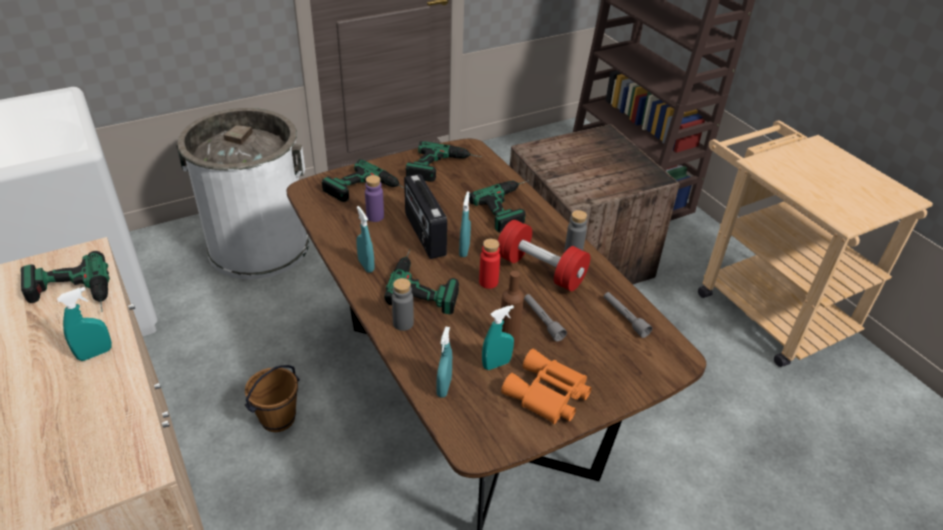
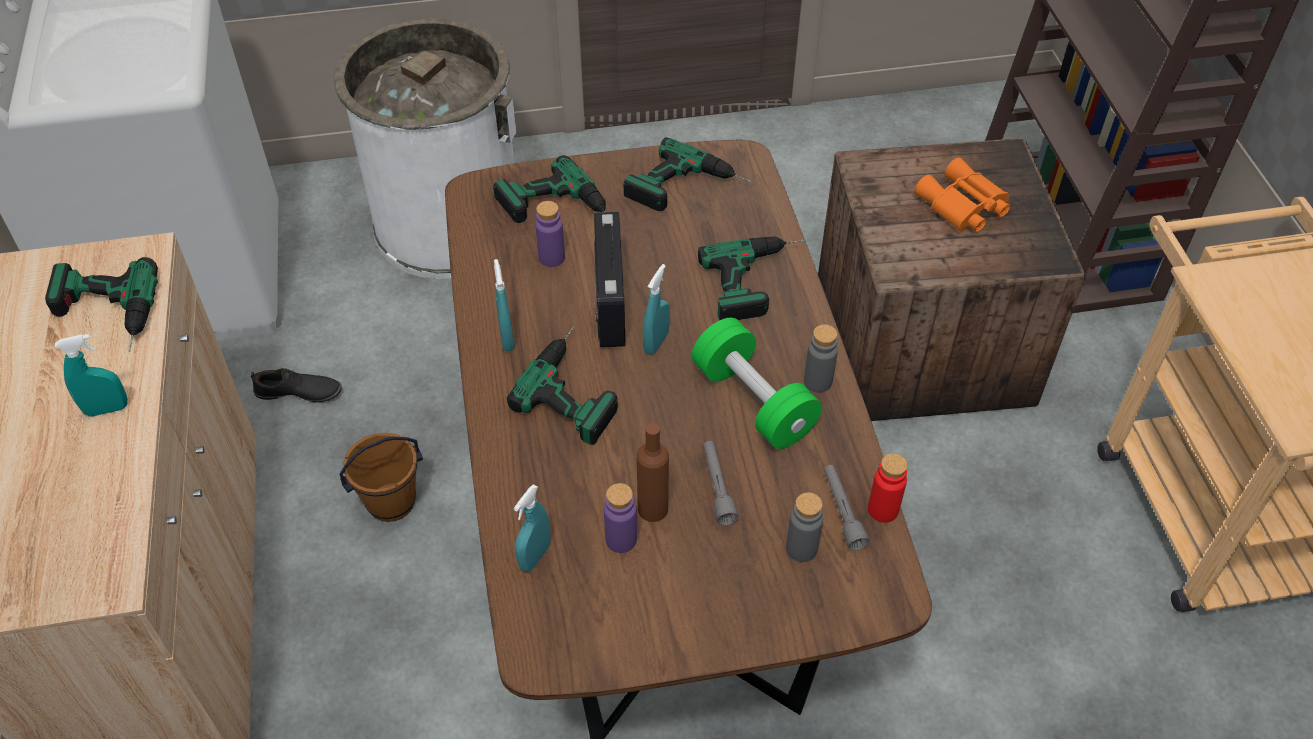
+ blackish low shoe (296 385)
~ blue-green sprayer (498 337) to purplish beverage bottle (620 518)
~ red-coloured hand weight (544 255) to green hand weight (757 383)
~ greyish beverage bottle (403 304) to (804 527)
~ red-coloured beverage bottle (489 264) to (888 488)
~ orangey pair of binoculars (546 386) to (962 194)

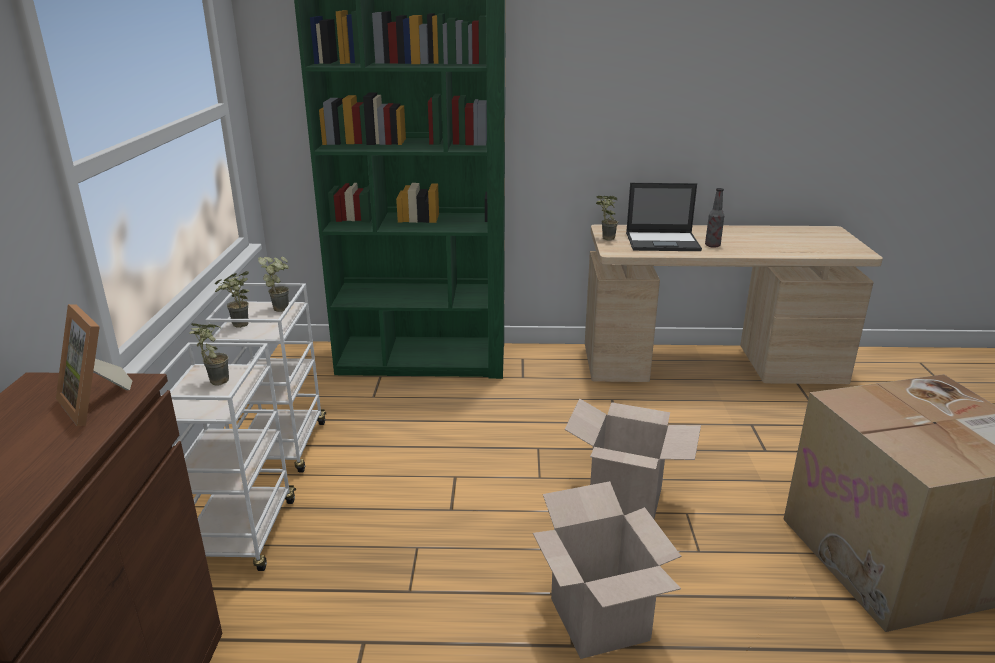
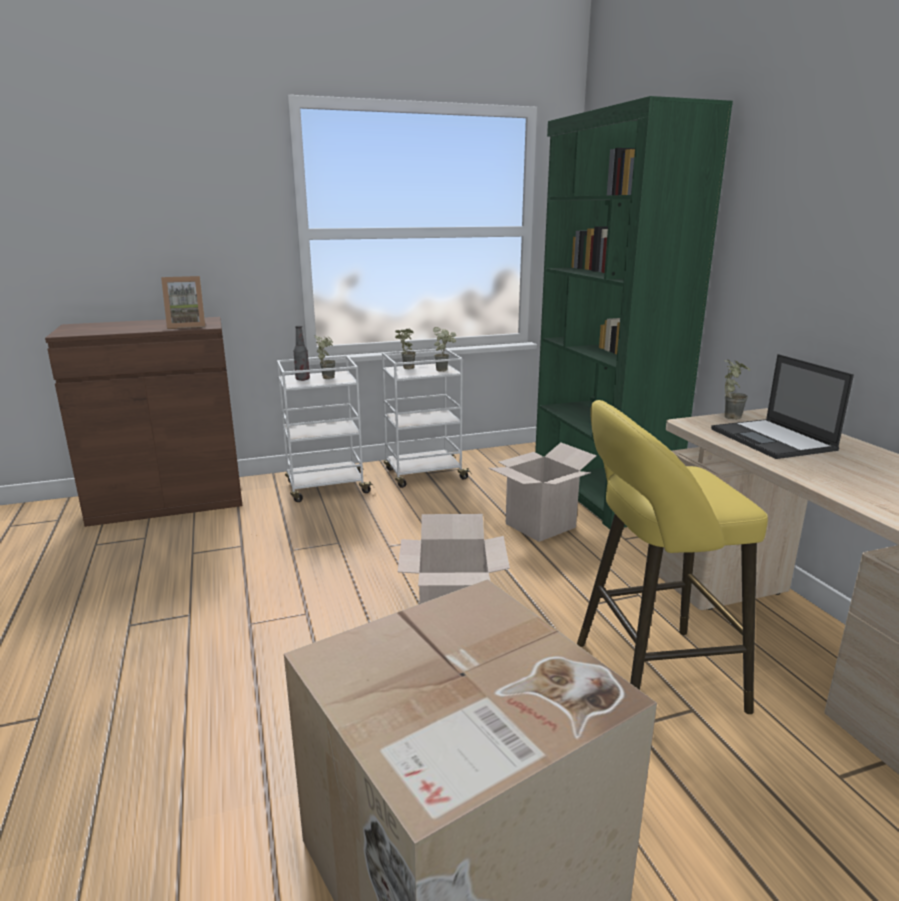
~ picture frame (94 365) = (183 302) 135 degrees counterclockwise
~ beverage bottle (714 218) to (302 353)
~ carton (607 570) to (543 492)
+ yellowish sitting stool (672 557)

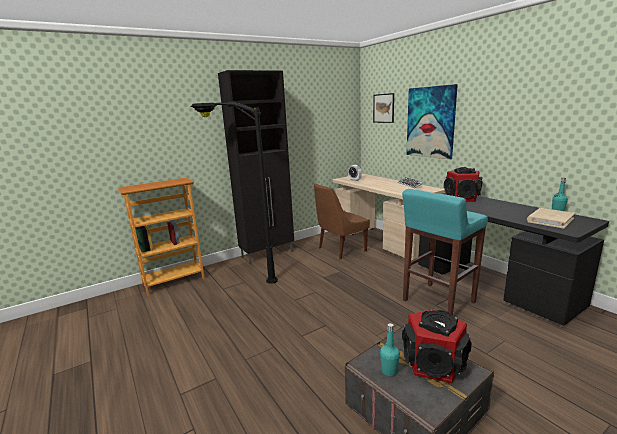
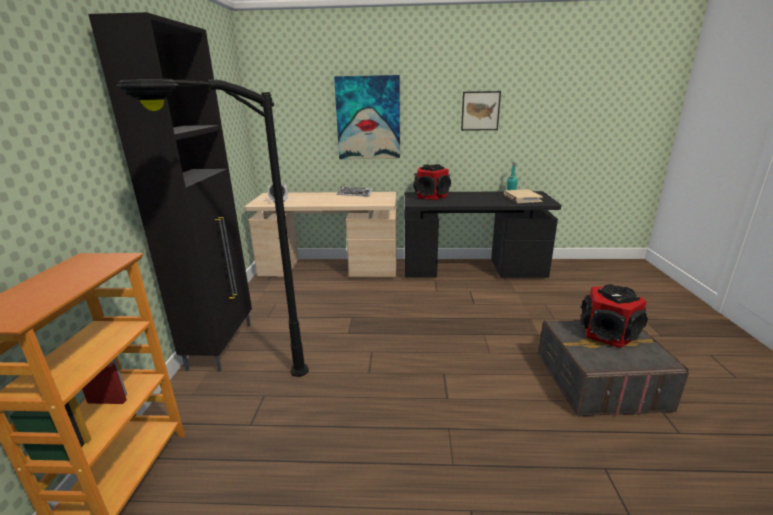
~ picture (383 108) to (481 111)
- brown-coloured upright chair (342 222)
- blue-green beverage bottle (390 349)
- blue-green sitting stool (445 252)

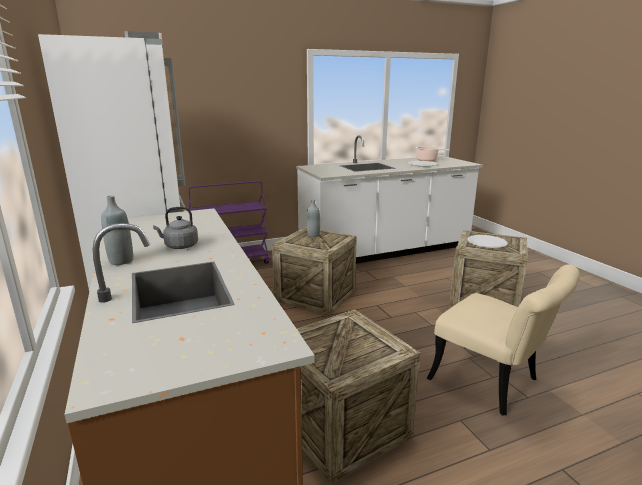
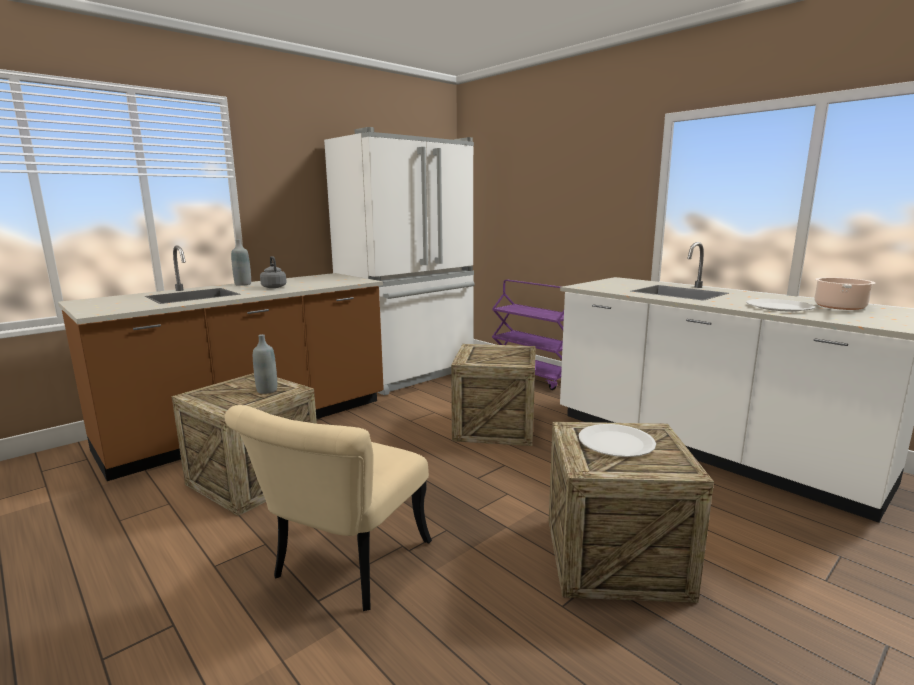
~ greyish beverage bottle (313 218) to (265 364)

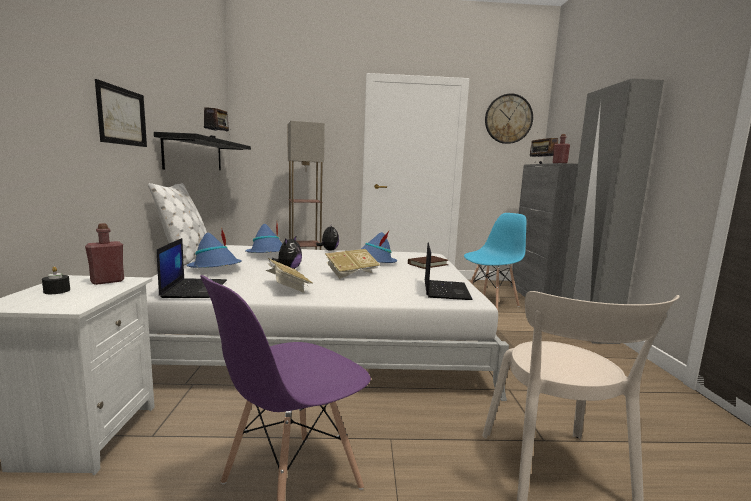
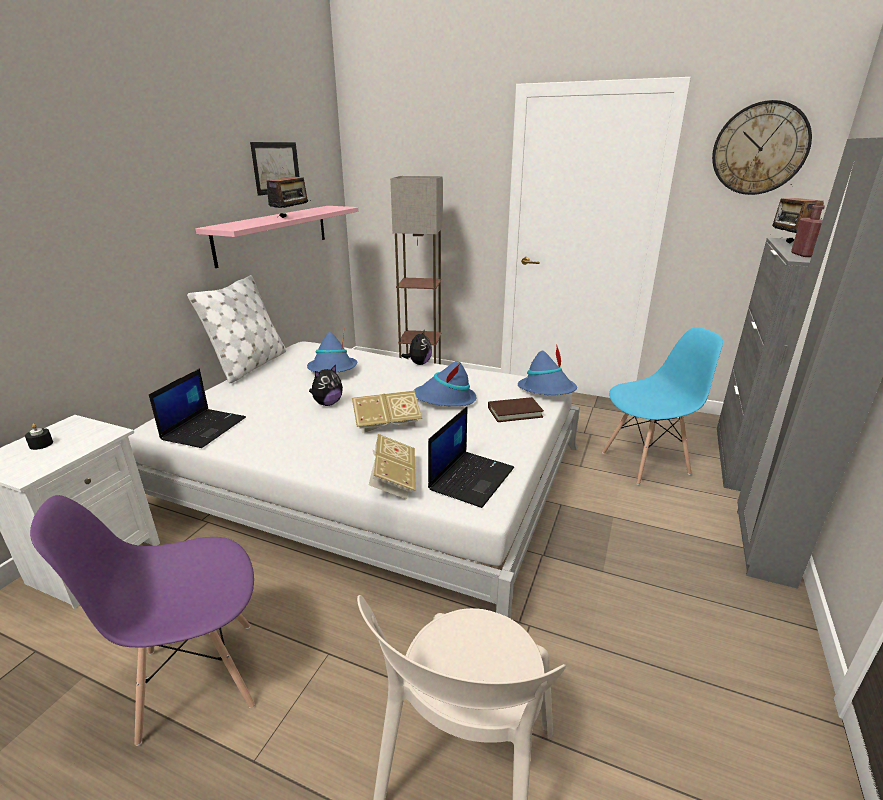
~ blackish bracket shelf (202 151) to pinkish bracket shelf (277 237)
~ picture (121 113) to (274 169)
~ volume (288 275) to (392 466)
~ blue-coloured wearable hat (214 247) to (547 369)
- red-coloured beverage bottle (104 254)

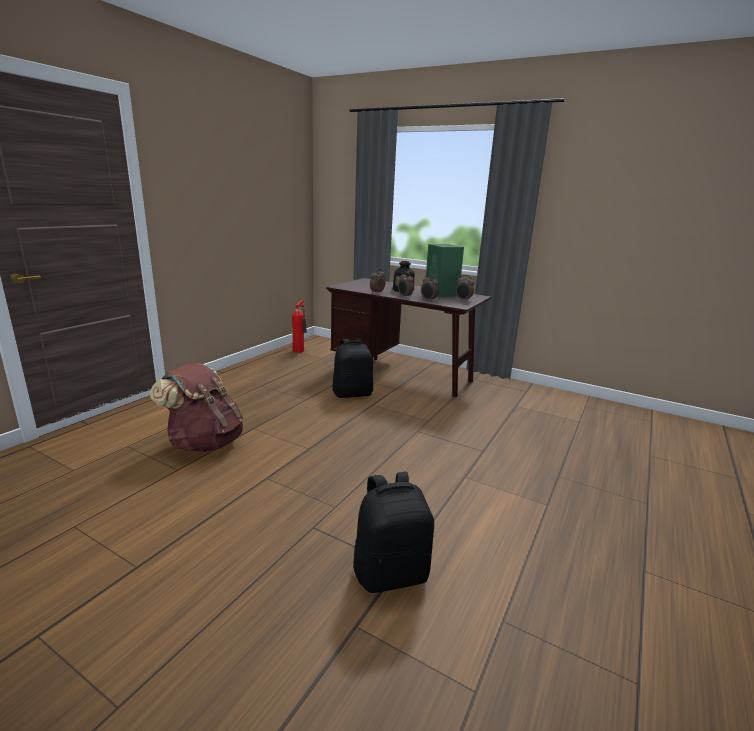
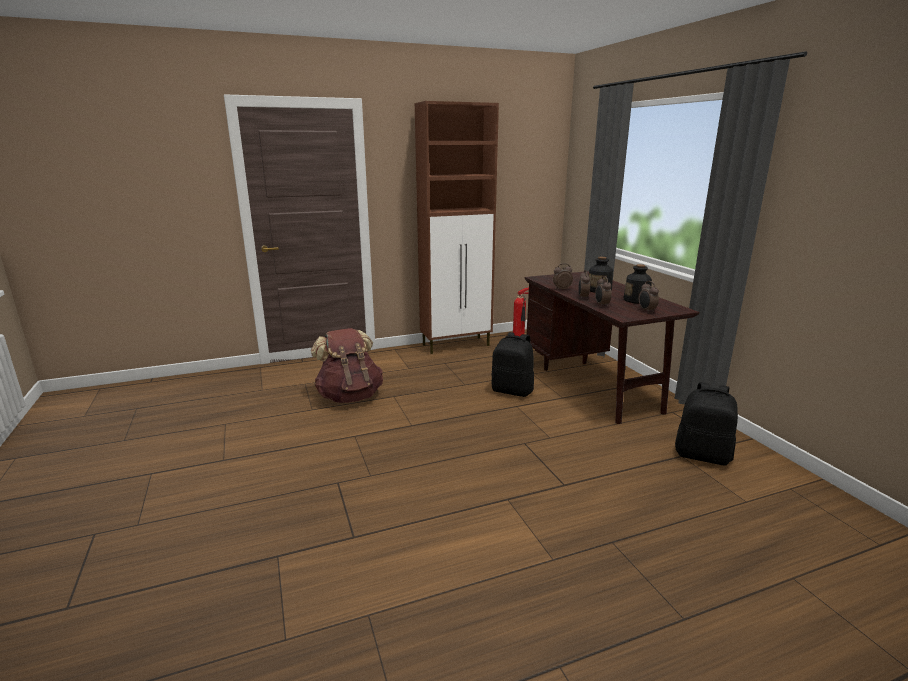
+ brown-coloured cupboard (457 227)
~ green loudspeaker (445 270) to beverage bottle (637 284)
~ blackish rucksack (393 532) to (706 424)

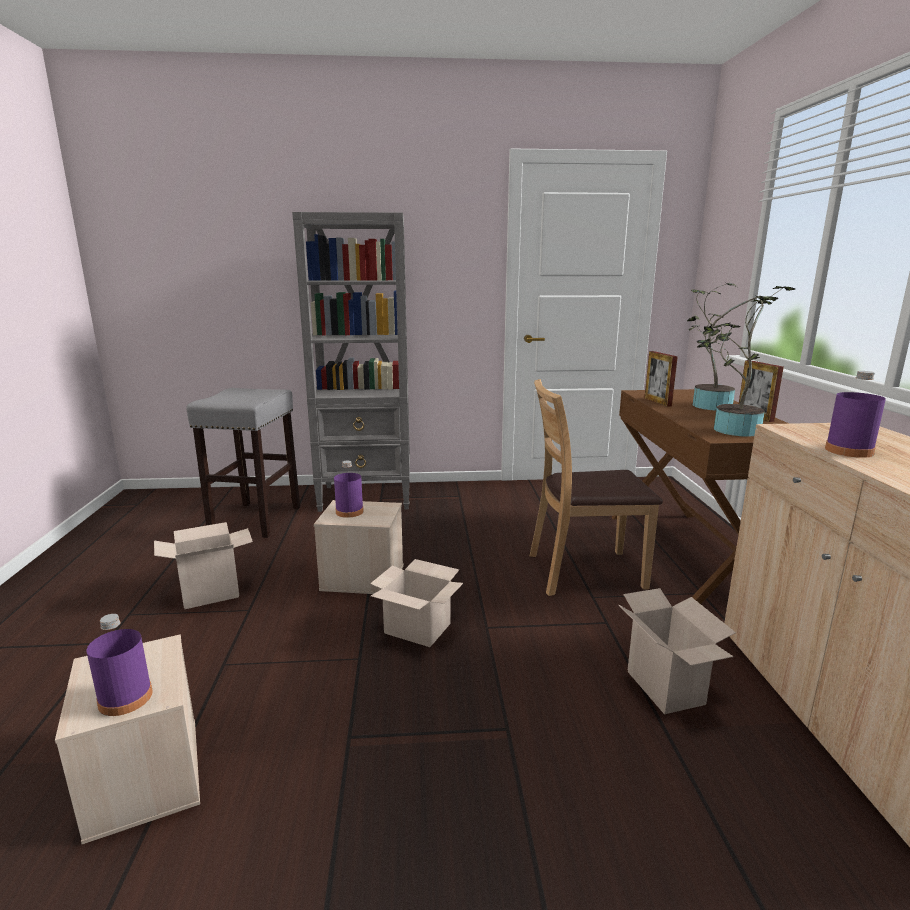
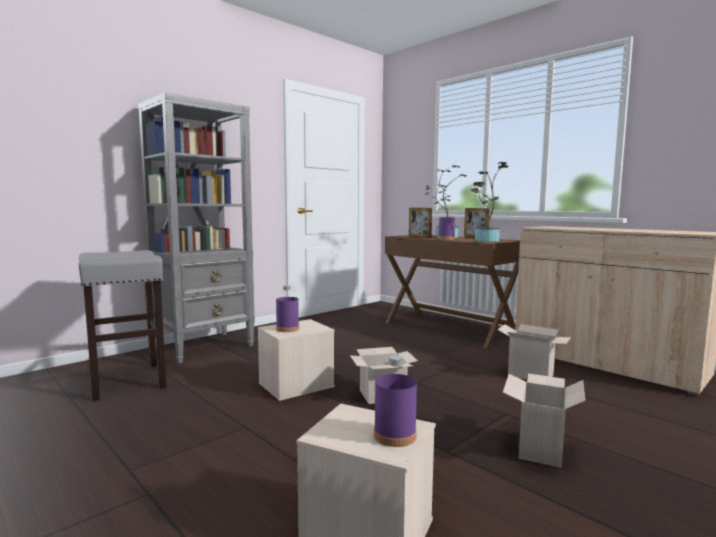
~ purplish beverage bottle (855 414) to (446 224)
~ carton (203 565) to (544 420)
- brown-coloured upright chair (596 487)

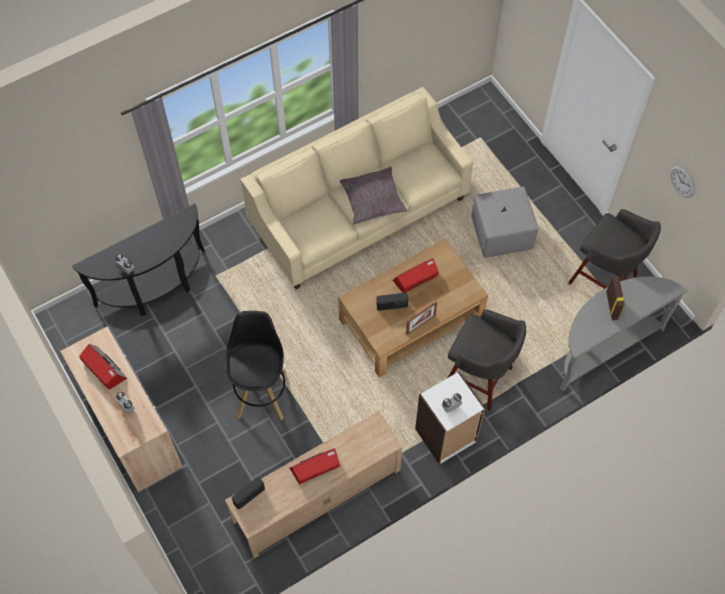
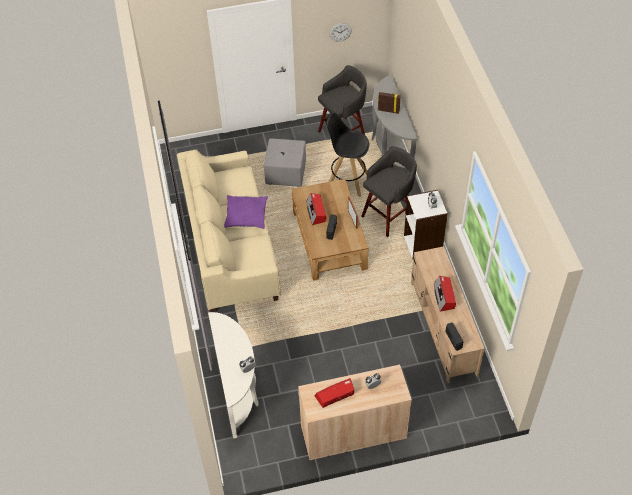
~ blackish narrow table (138 259) to white narrow table (233 375)
~ greyish pillow (373 196) to purplish pillow (246 212)
~ blackish sitting stool (256 365) to (347 154)

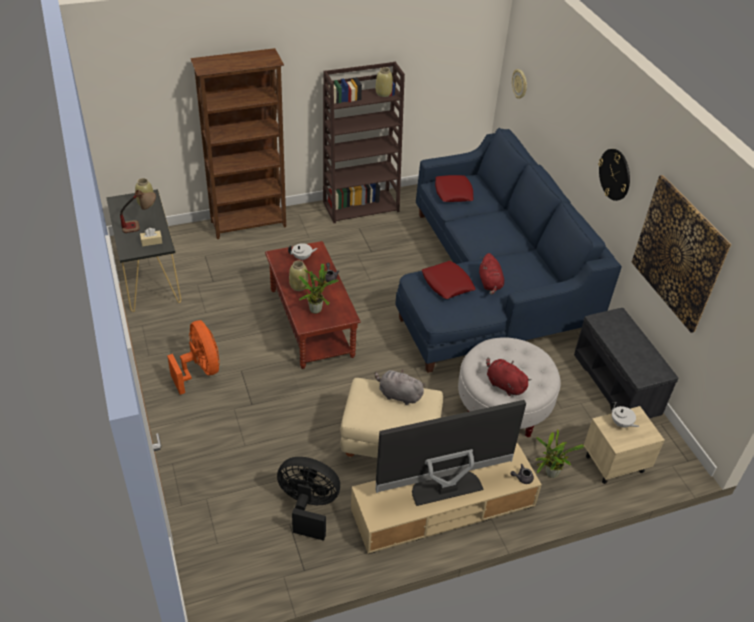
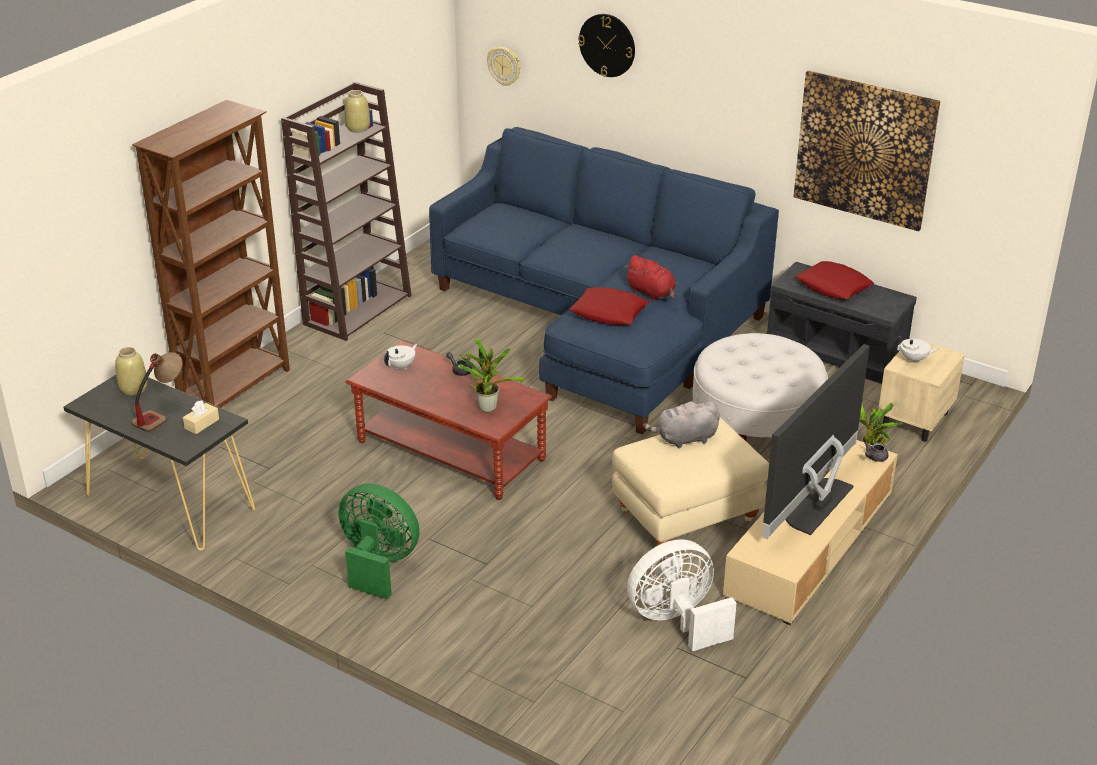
~ orangey fan (193 357) to green fan (379 541)
~ clock on the wall (614 175) to (606 45)
~ blackish fan (308 499) to white fan (682 595)
~ red-coloured pillow (454 188) to (835 280)
- beige-coloured flower vase (298 275)
- red-coloured soft toy (509 376)

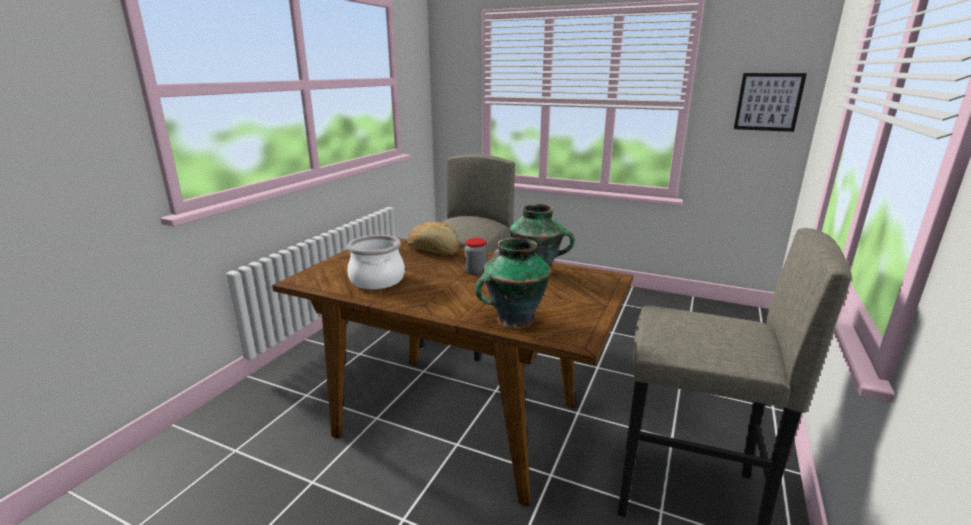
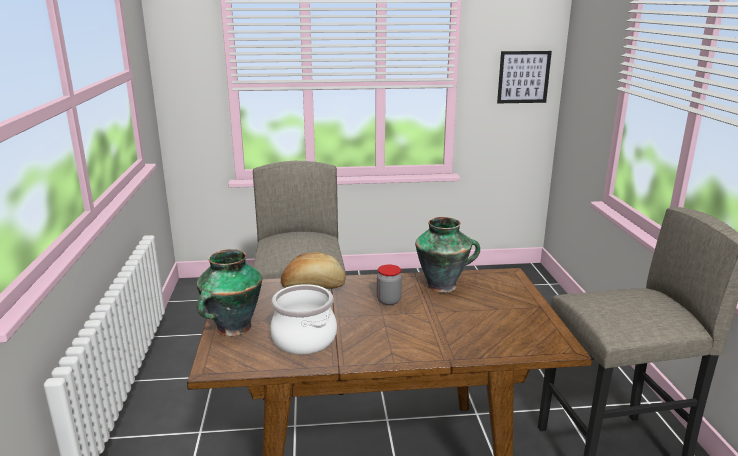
~ flower vase (513 283) to (229 292)

